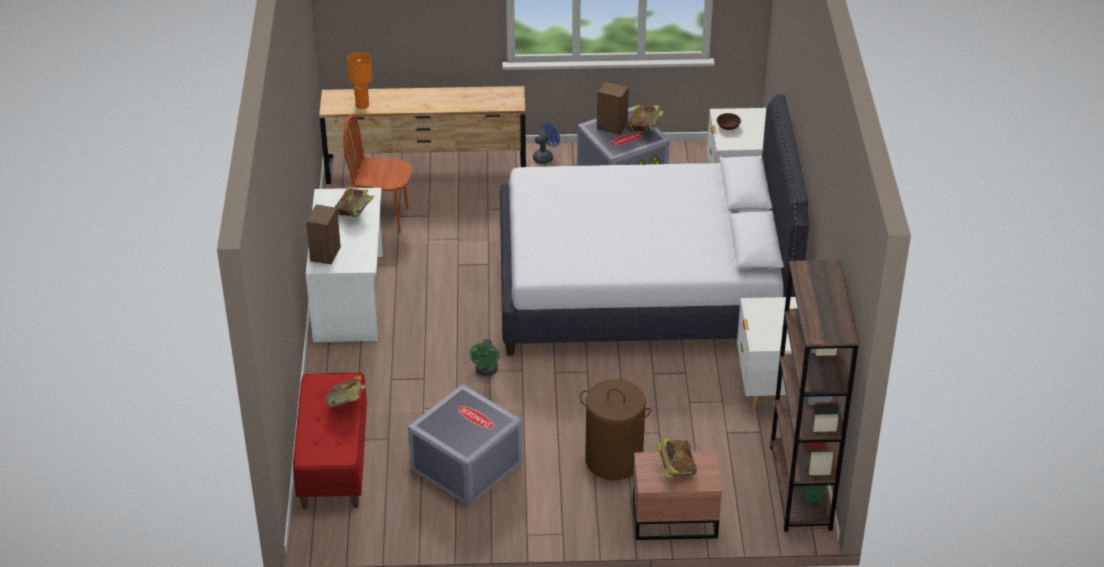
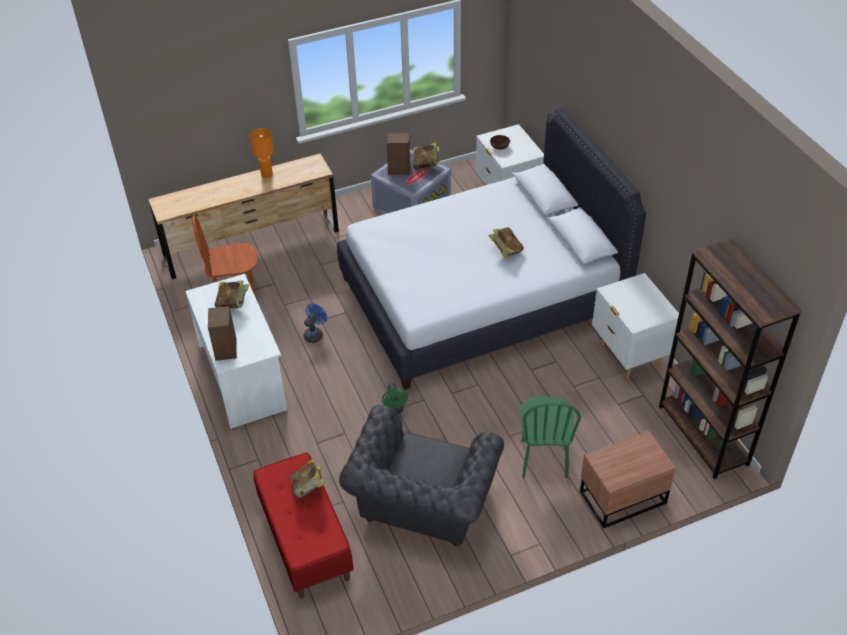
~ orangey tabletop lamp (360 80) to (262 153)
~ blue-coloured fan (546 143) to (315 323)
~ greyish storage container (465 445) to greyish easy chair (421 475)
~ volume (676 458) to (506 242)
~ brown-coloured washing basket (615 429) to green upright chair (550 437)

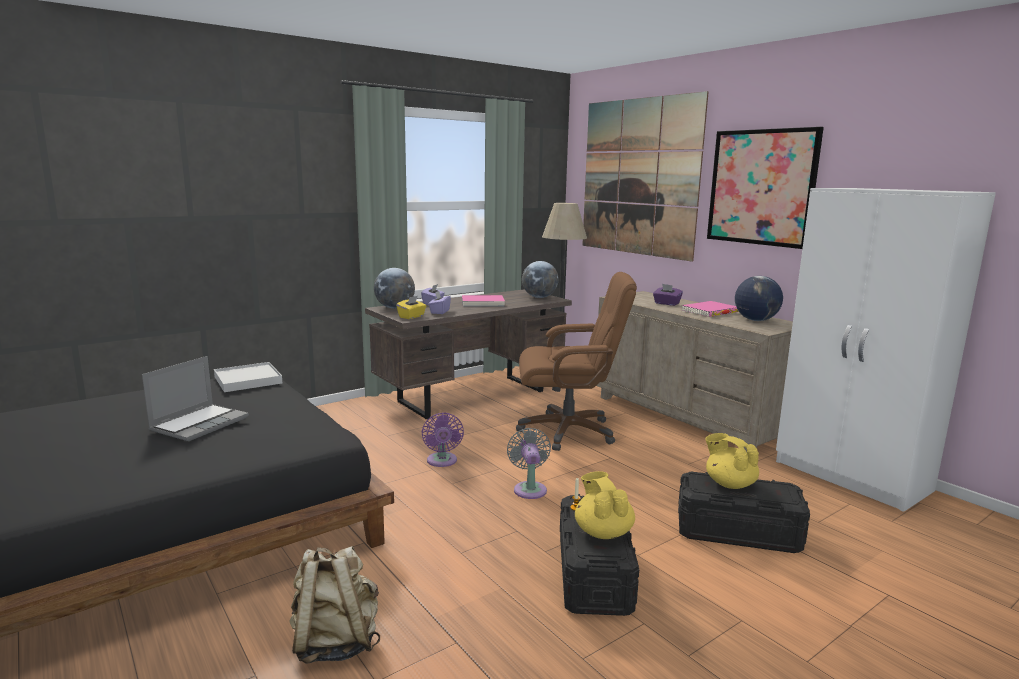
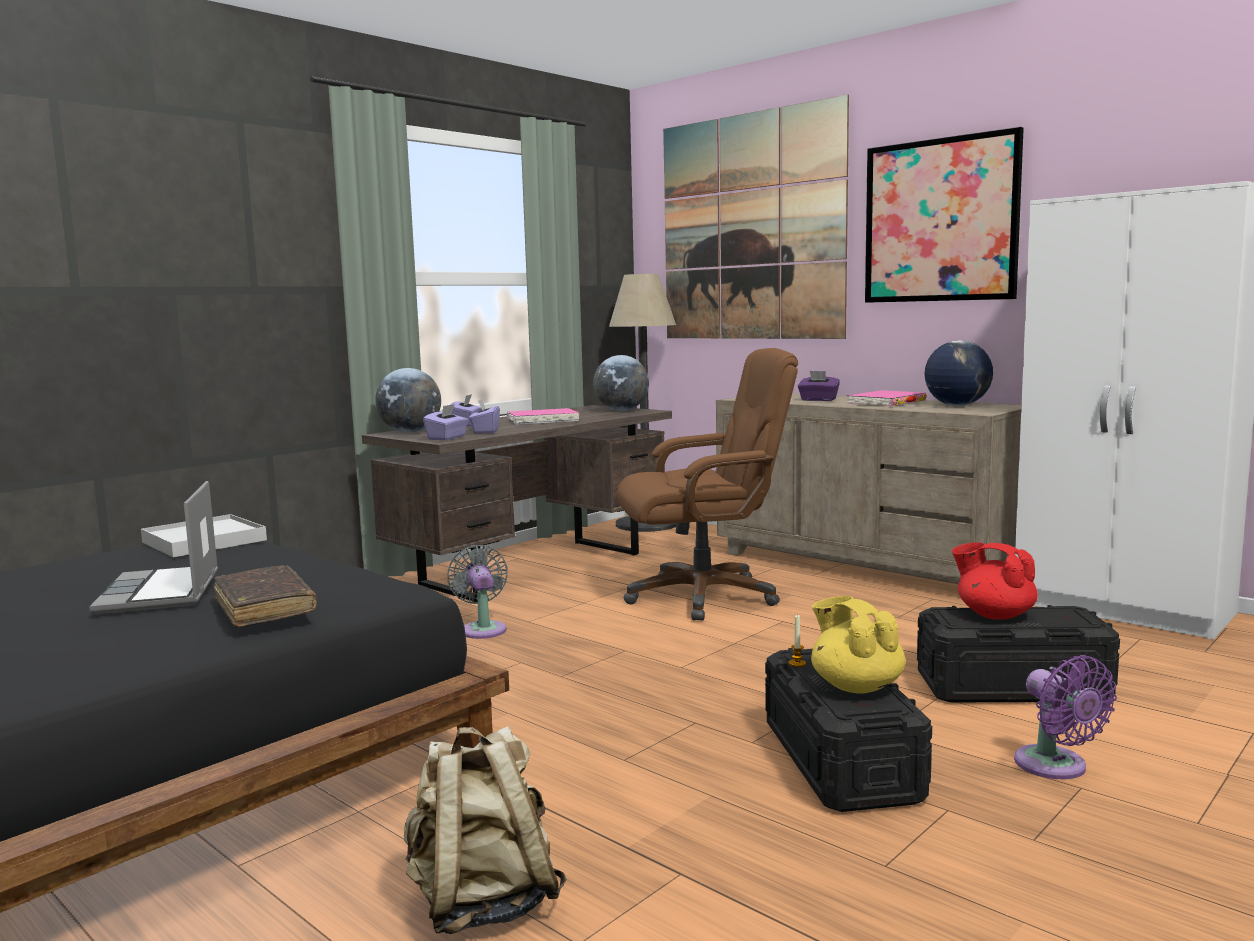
~ portable computer (195 398) = (153 547) 150 degrees clockwise
+ brown-coloured volume (265 596)
~ yellowish tissue box (411 307) to purplish tissue box (445 422)
~ greyish fan (529 463) to (477 592)
~ yellowish teapot (732 461) to red-coloured teapot (995 581)
~ purplish fan (443 439) to (1065 717)

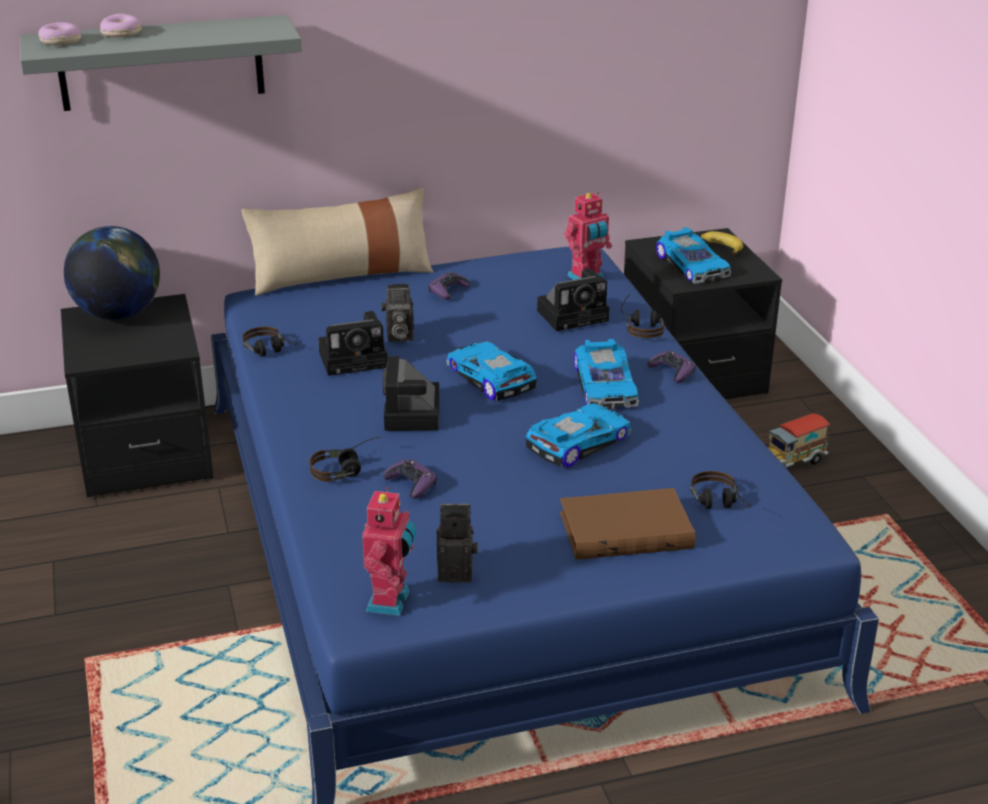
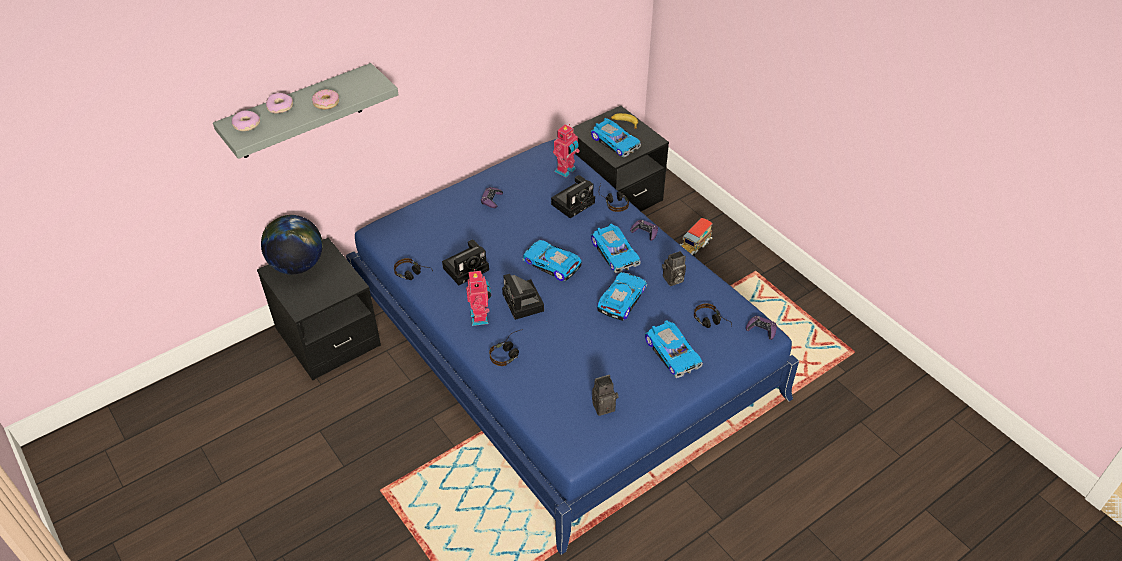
+ donut (325 99)
~ model robot (389 551) to (478 297)
~ brown-coloured volume (628 524) to toy car (674 349)
~ photo camera (397 313) to (674 268)
~ purplish gamepad (410 479) to (761 328)
- beige-coloured pillow (337 242)

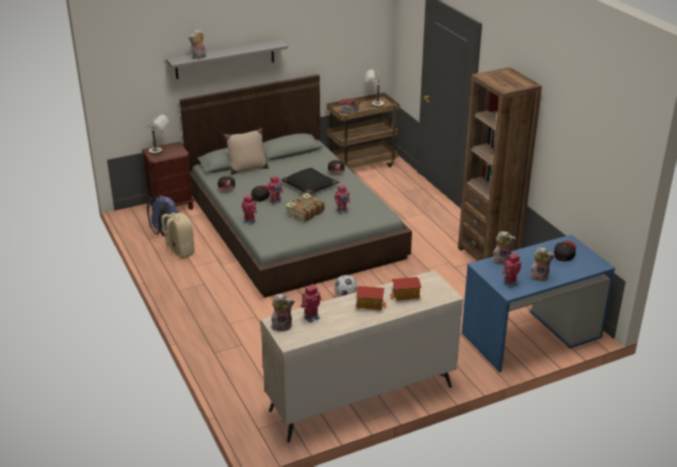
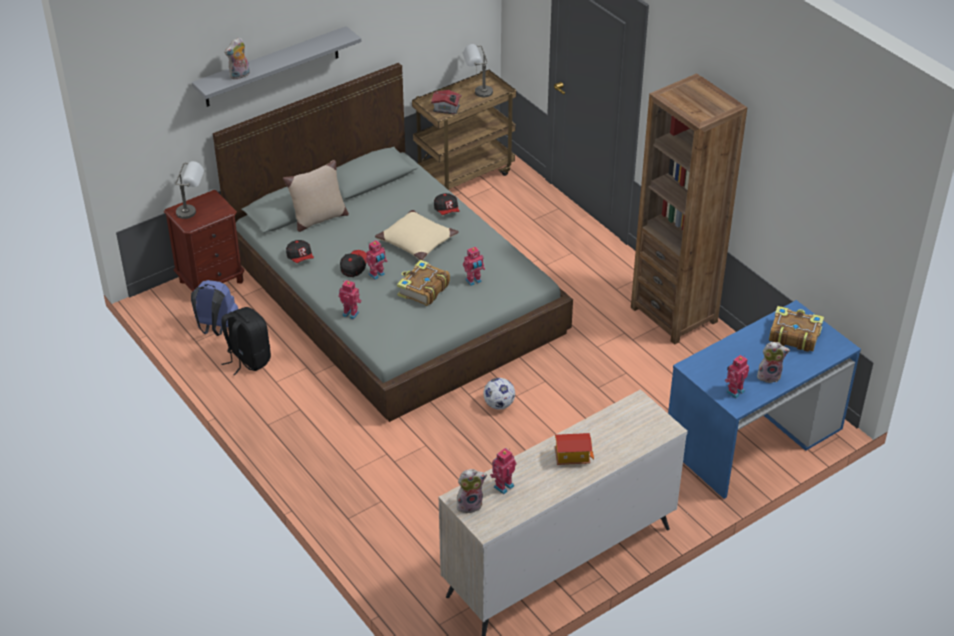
~ beige-coloured rucksack (177 236) to blackish rucksack (246 341)
~ blackish pillow (310 181) to beige-coloured pillow (417 235)
~ baseball cap (565 251) to volume (796 329)
- toy house (406 289)
- soft toy (504 248)

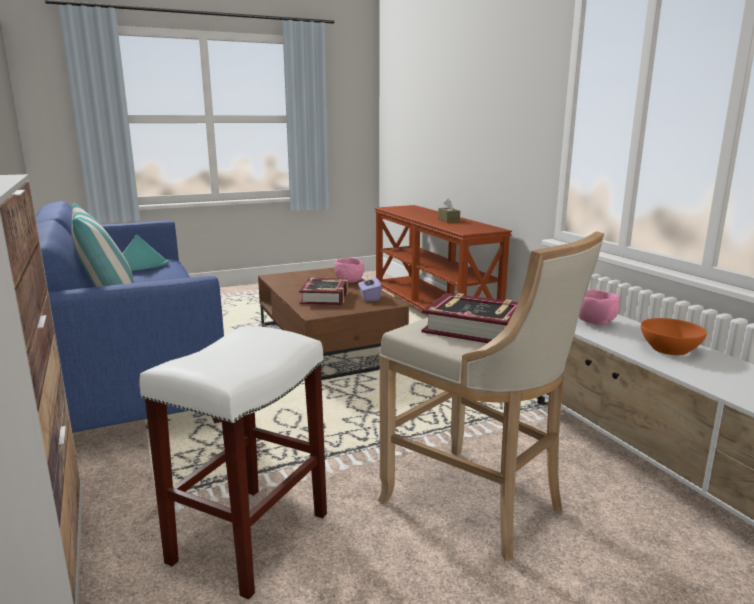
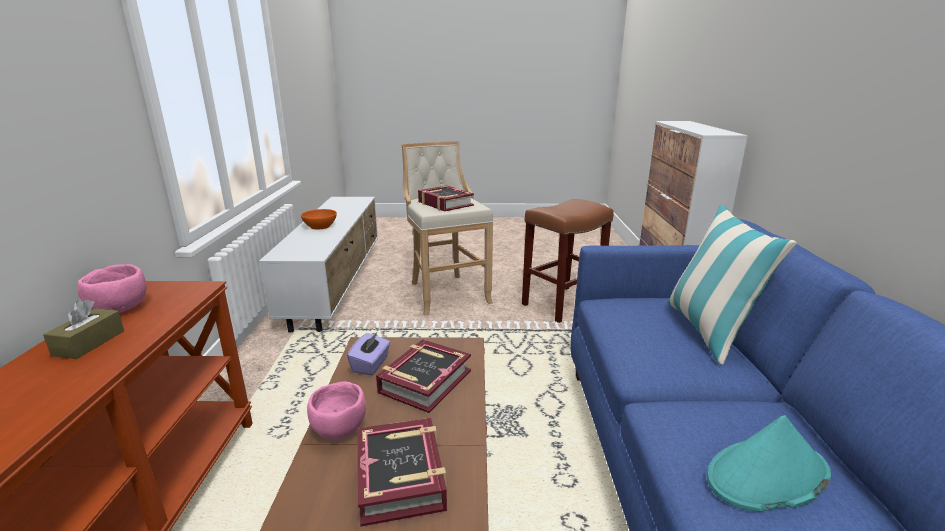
~ pinkish serving bowl (599 307) to (112 288)
+ volume (402 472)
~ white sitting stool (233 463) to brown-coloured sitting stool (568 261)

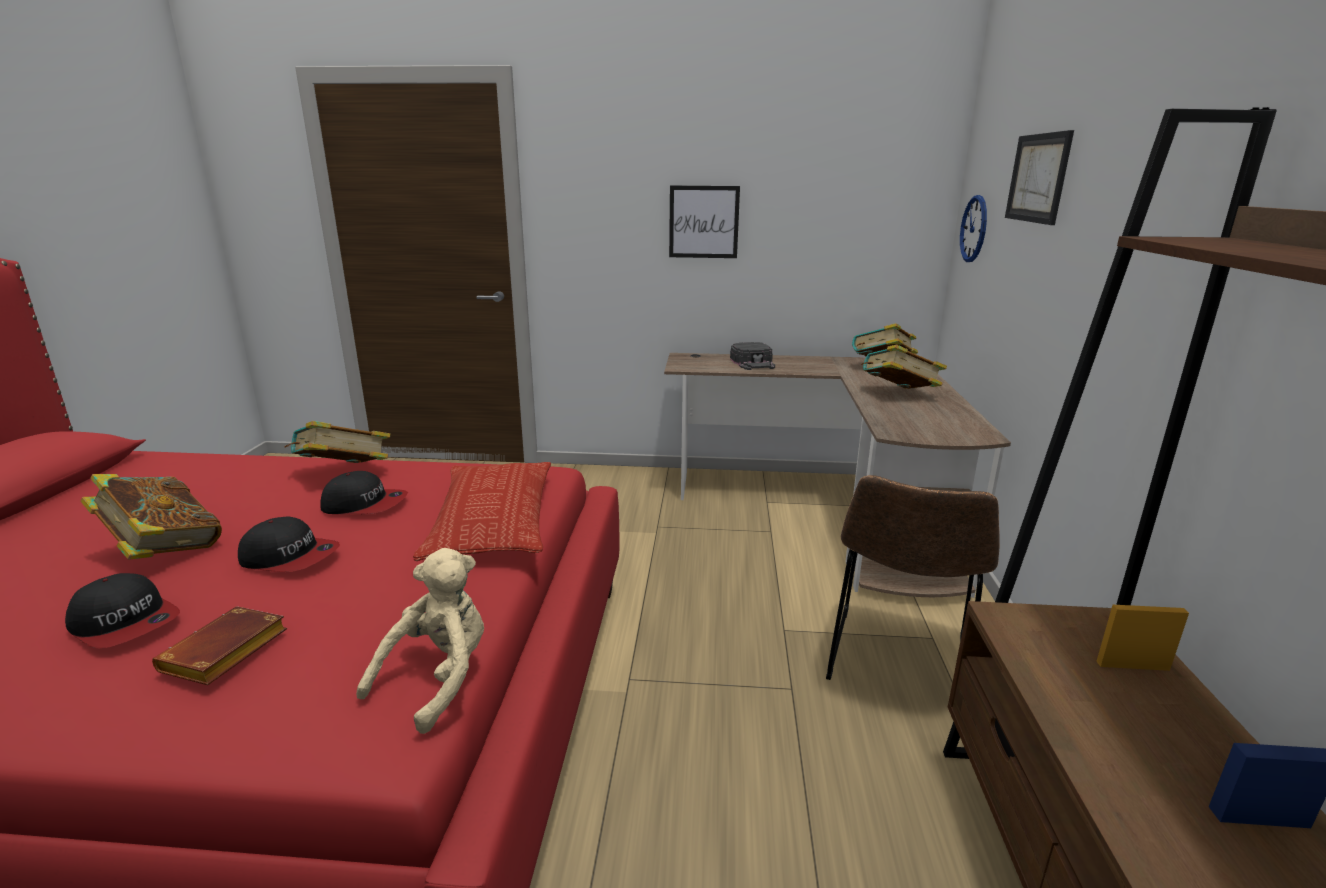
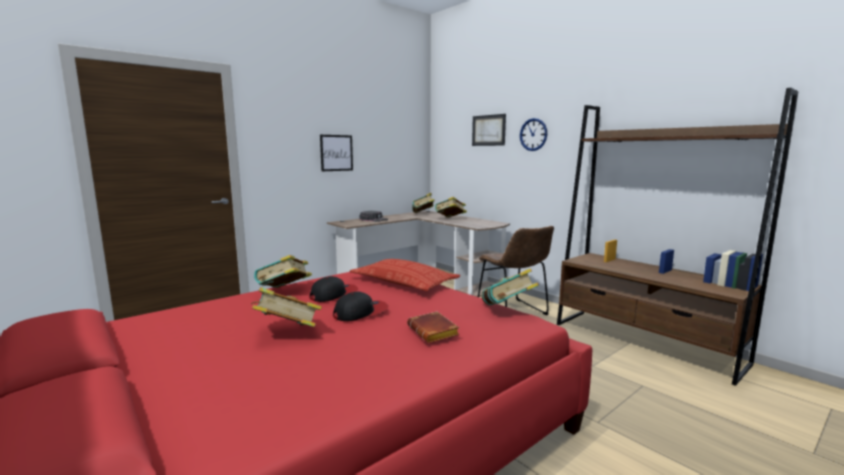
~ beige-coloured soft toy (420 641) to volume (510 286)
~ clock on the wall (973 228) to (533 134)
- baseball cap (122 610)

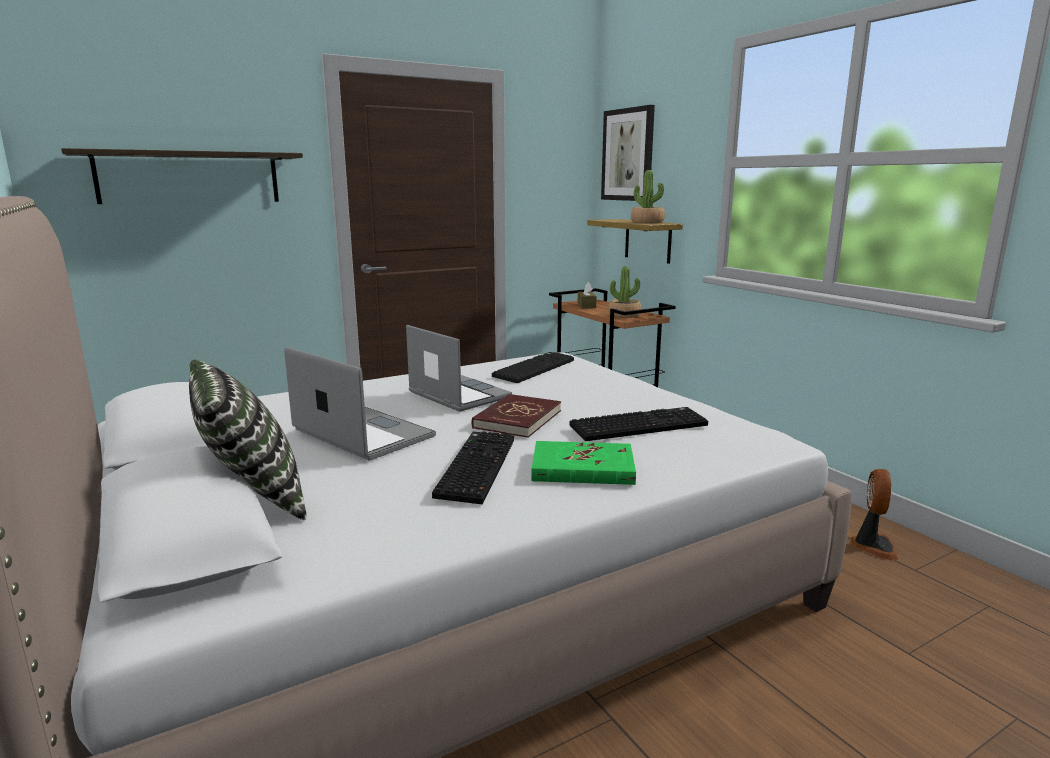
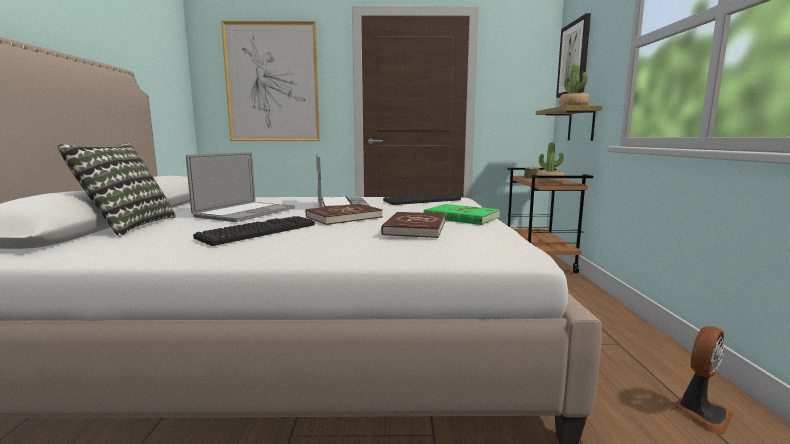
~ portable computer (360 403) = (240 187) 45 degrees clockwise
~ bracket shelf (182 176) to picture (270 81)
~ keyboard (638 424) to red-coloured volume (413 225)
~ green volume (583 463) to (462 214)

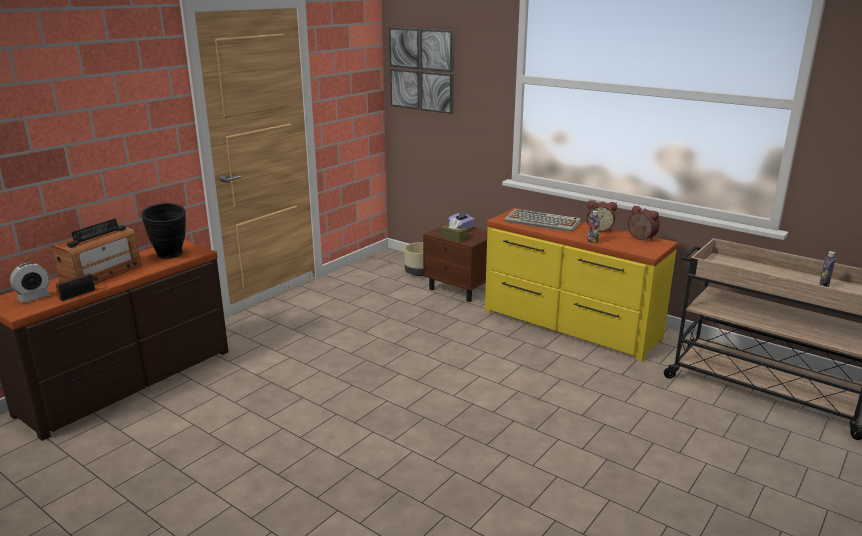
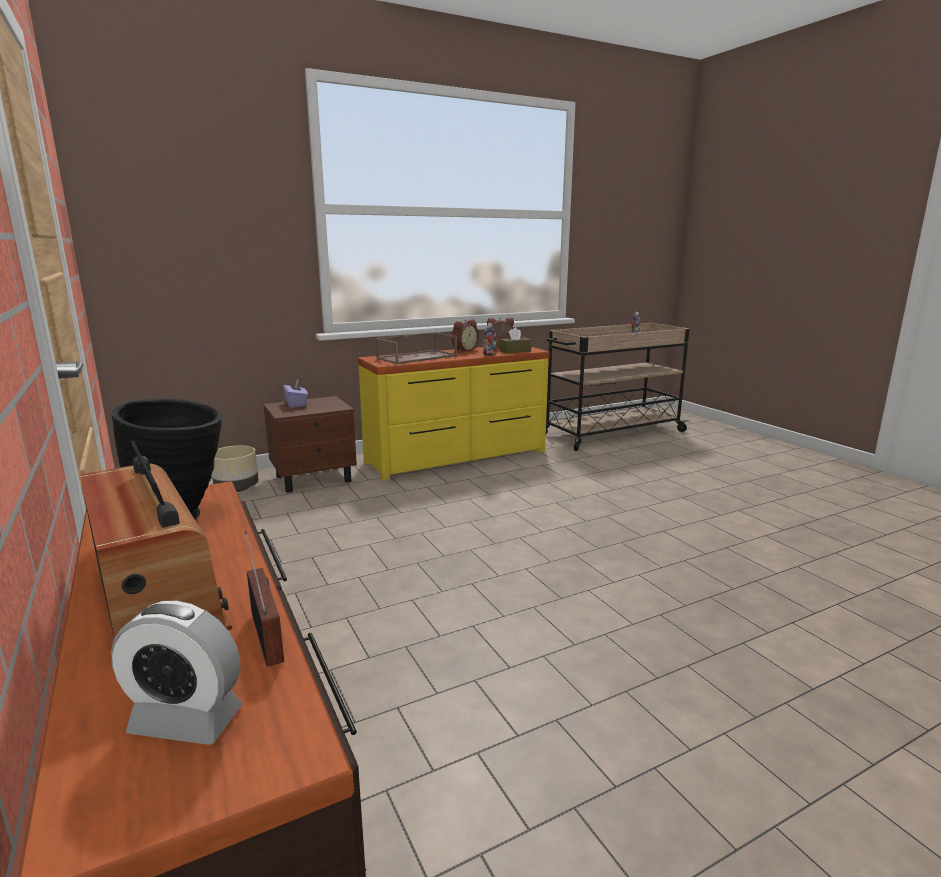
~ table clock (30 283) = (176 673) 120 degrees clockwise
~ keyboard (542 220) to brown-coloured serving tray (416 348)
~ brown-coloured tissue box (454 230) to (515 340)
- picture (421 70)

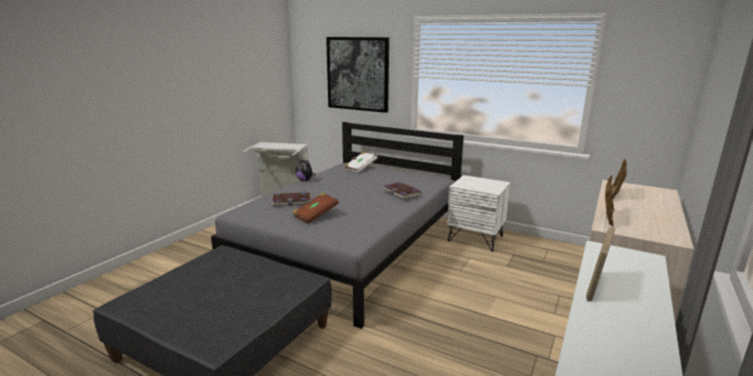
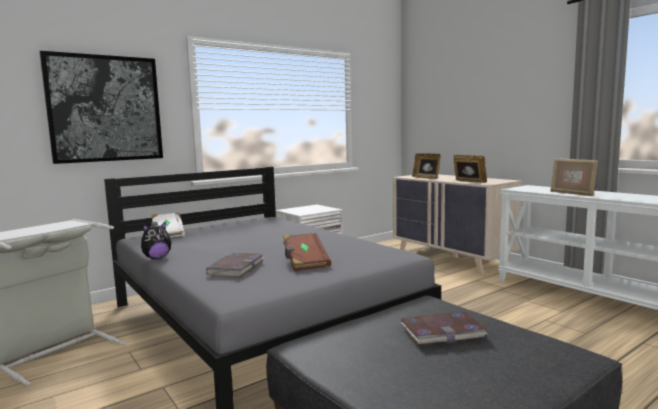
~ volume (403 191) to (444 328)

